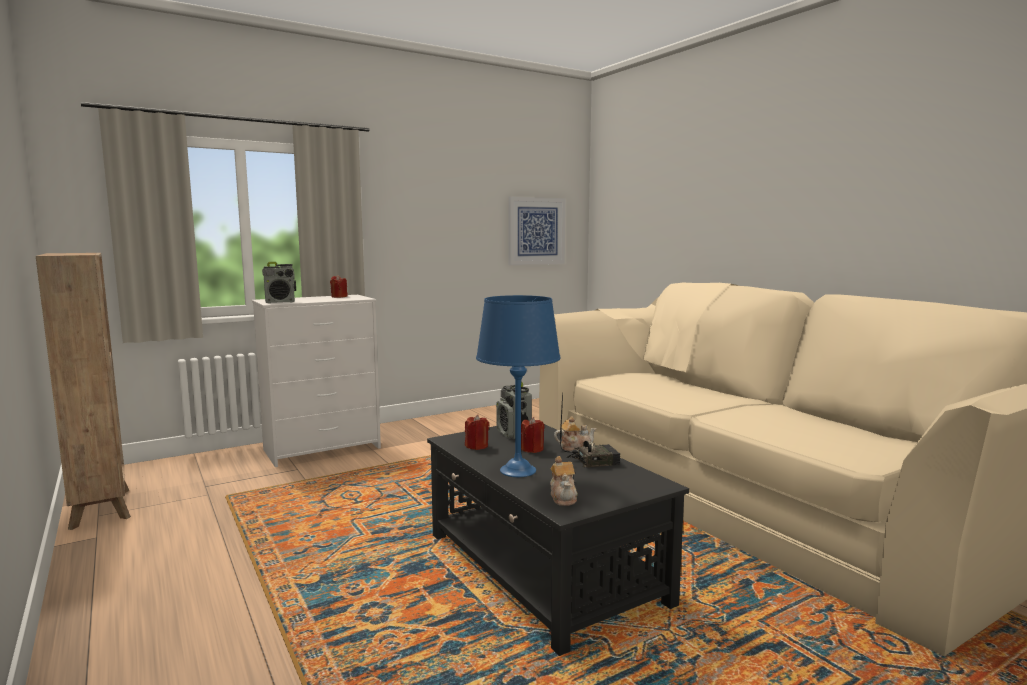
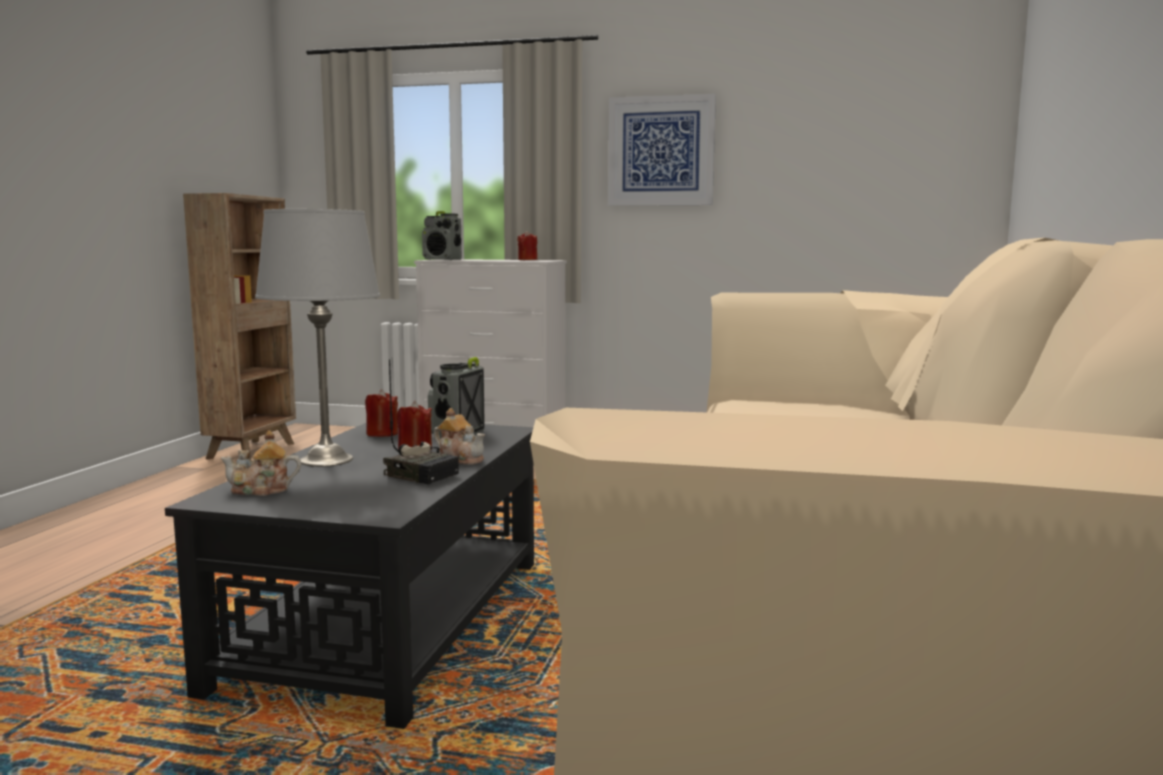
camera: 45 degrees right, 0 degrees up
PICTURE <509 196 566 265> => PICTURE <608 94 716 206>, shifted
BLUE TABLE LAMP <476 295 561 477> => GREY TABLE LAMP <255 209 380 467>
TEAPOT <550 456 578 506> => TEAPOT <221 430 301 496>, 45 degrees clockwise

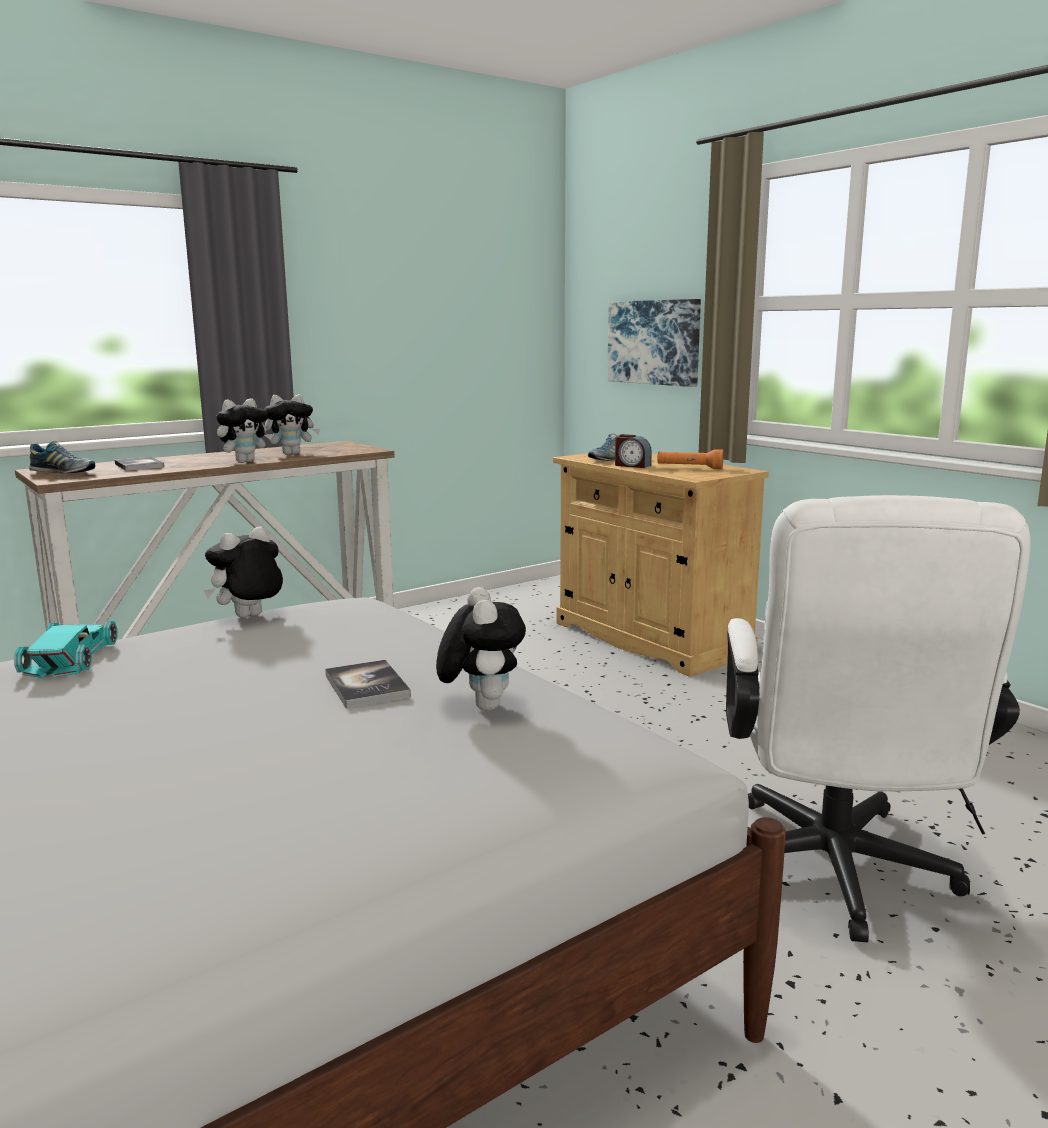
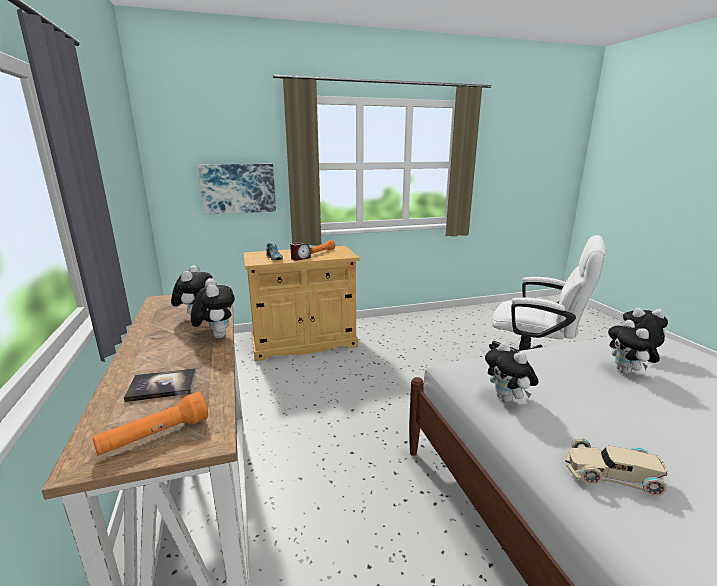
camera: 70 degrees left, 5 degrees up
SHOE <29 441 96 473> => ORANGE FLASHLIGHT <92 392 208 456>
BOOK <325 660 411 708> => PLUSH TOY <608 320 660 374>
TURQUOISE TOY CAR <14 621 117 678> => BEIGE TOY CAR <565 438 668 496>

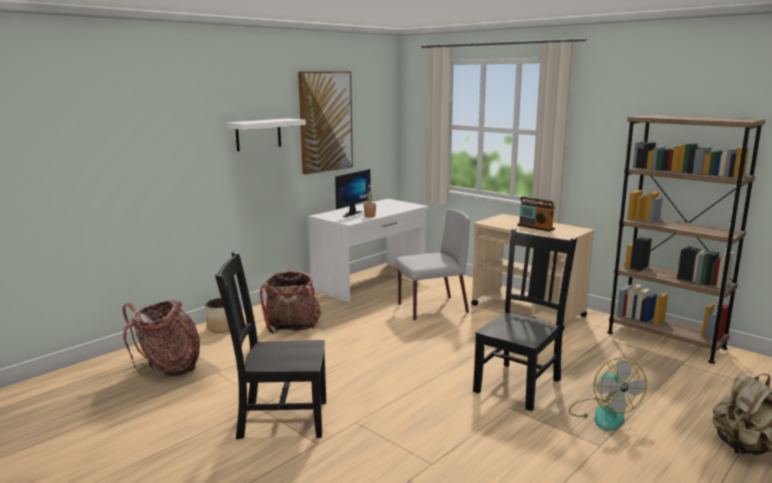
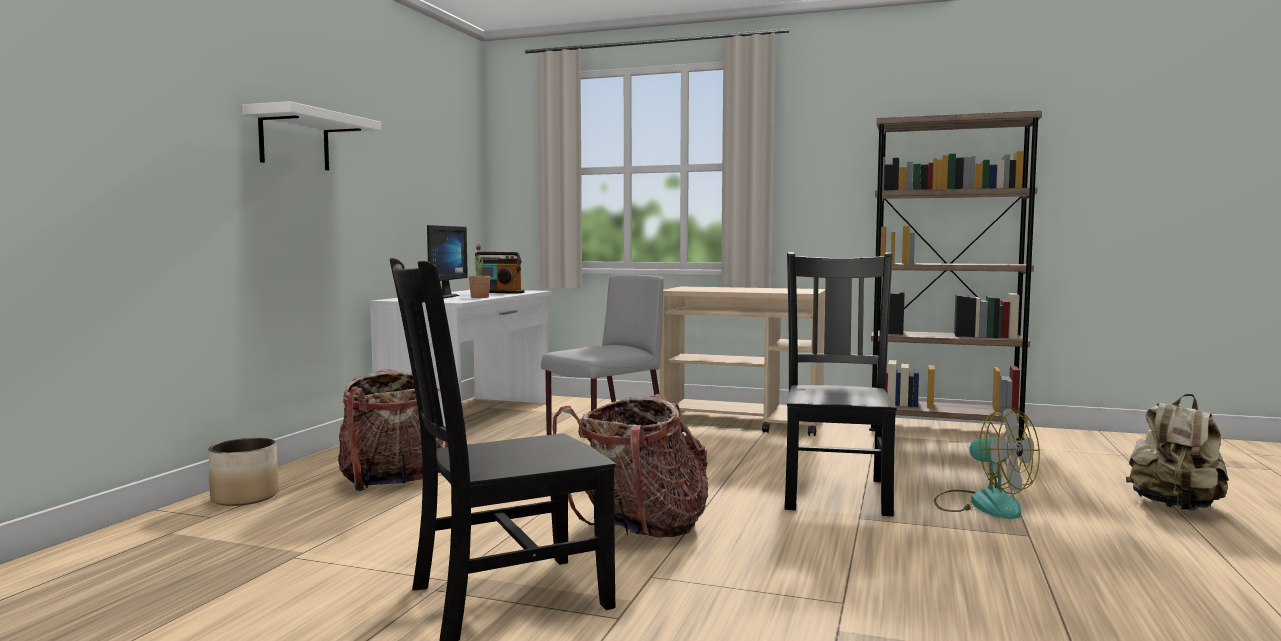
camera: 25 degrees left, 10 degrees down
PICTURE <298 72 353 175> => nothing
BACKPACK <122 299 200 376> => BACKPACK <553 394 708 538>, shifted
RADIO <517 196 555 232> => RADIO <475 252 525 294>, shifted

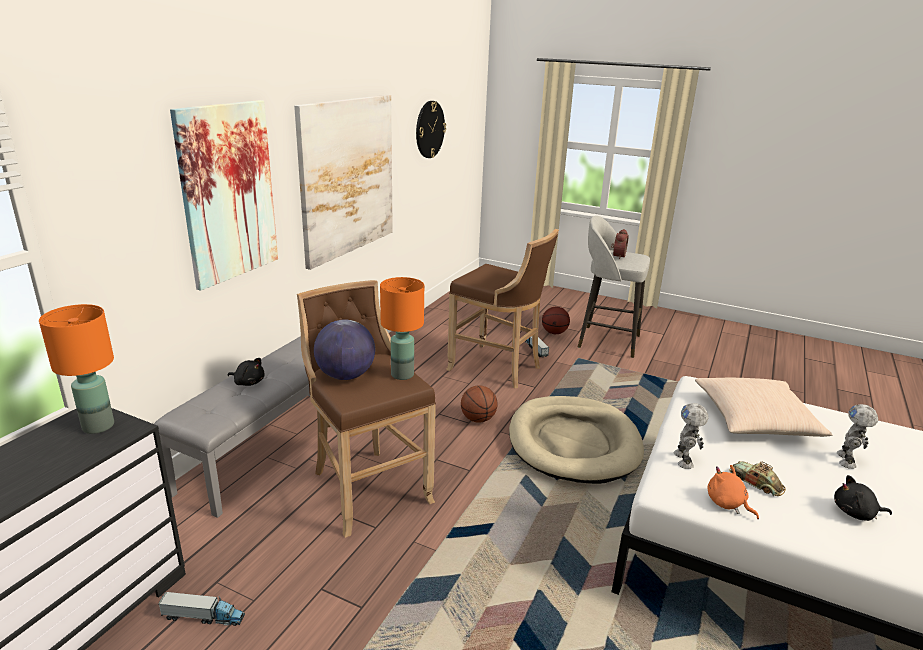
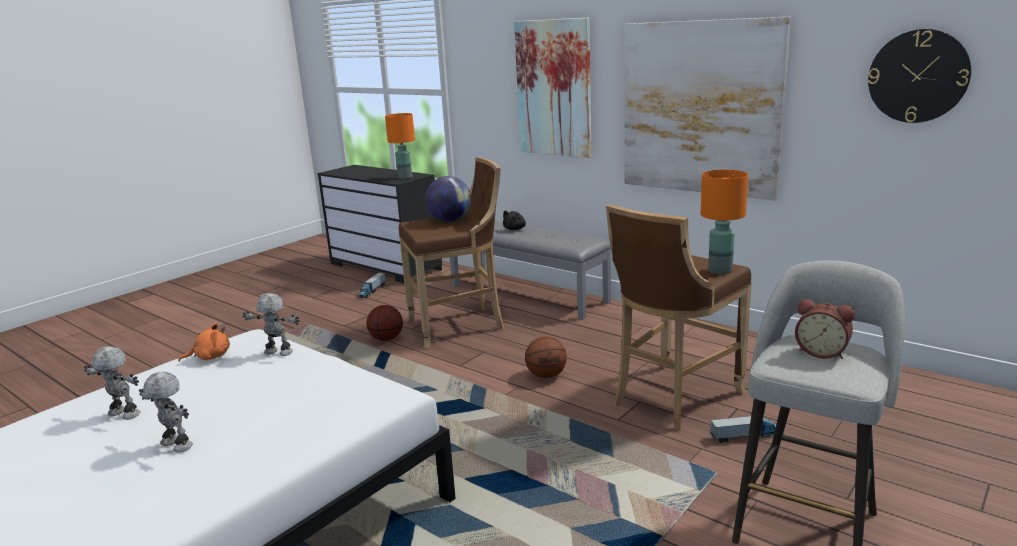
camera: 105 degrees right, 5 degrees down
BEIGE DOG BED <509 396 644 484> => nothing
BEIGE PILLOW <695 378 832 437> => nothing
TOY CAR <730 461 786 496> => nothing
ORANGE TABLE LAMP <380 277 424 380> => ORANGE TABLE LAMP <701 170 748 275>, shifted
BASKETBALL <542 307 570 334> => BASKETBALL <367 305 403 341>, shifted
BLACK PLUSH TOY <834 475 892 521> => TOY ROBOT <84 346 141 420>

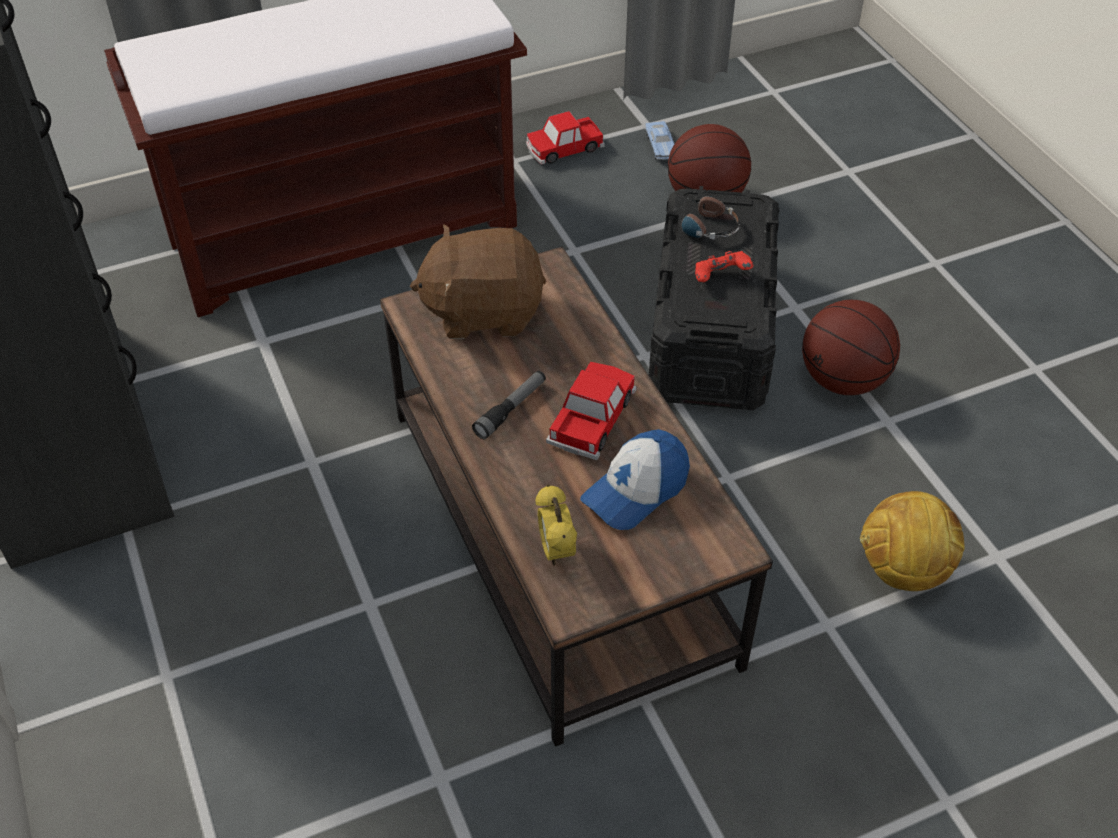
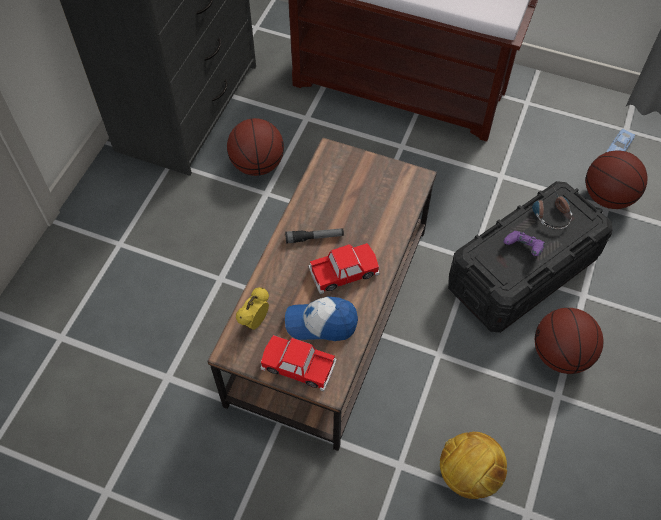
camera: 45 degrees right, 10 degrees up
BROWN PLUSH TOY <410 224 546 339> => nothing
nothing => BASKETBALL <227 118 284 176>
TOY CAR <526 111 605 165> => TOY CAR <261 335 337 392>, shifted
RED GAME CONTROLLER <695 251 754 282> => PURPLE GAME CONTROLLER <503 231 545 256>

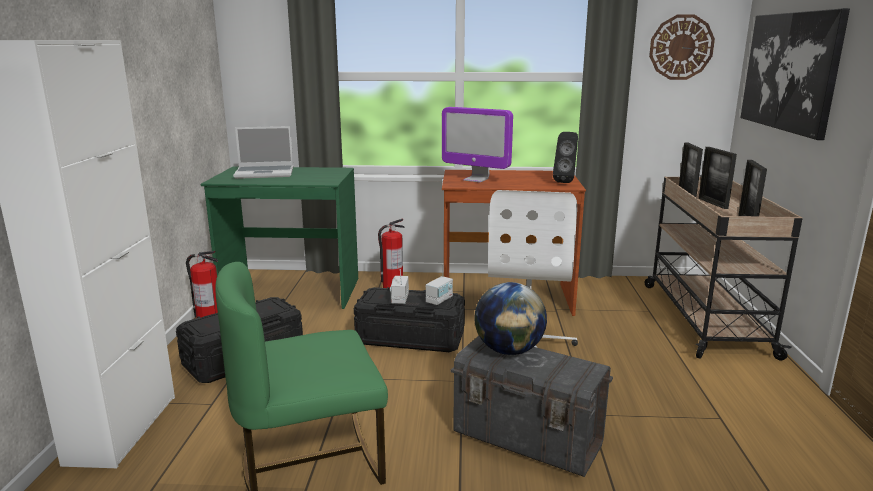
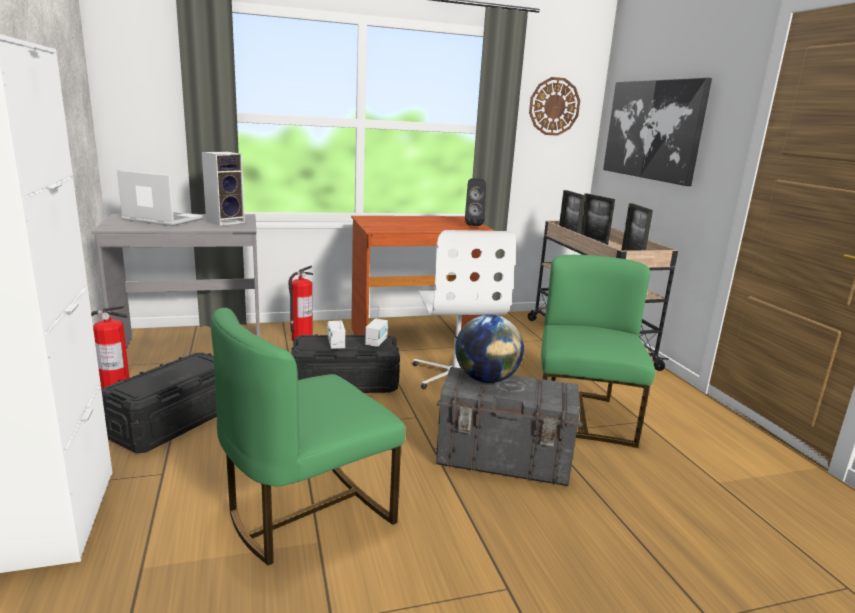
camera: 20 degrees left, 0 degrees up
MONITOR <442 107 513 182> => nothing
nothing => SPEAKER <202 152 245 226>
nothing => GREEN CHAIR <541 255 655 448>
GREEN DESK <200 167 358 309> => GREY DESK <91 213 260 348>
LAPTOP <233 126 294 179> => LAPTOP <117 170 203 226>, 135 degrees counterclockwise

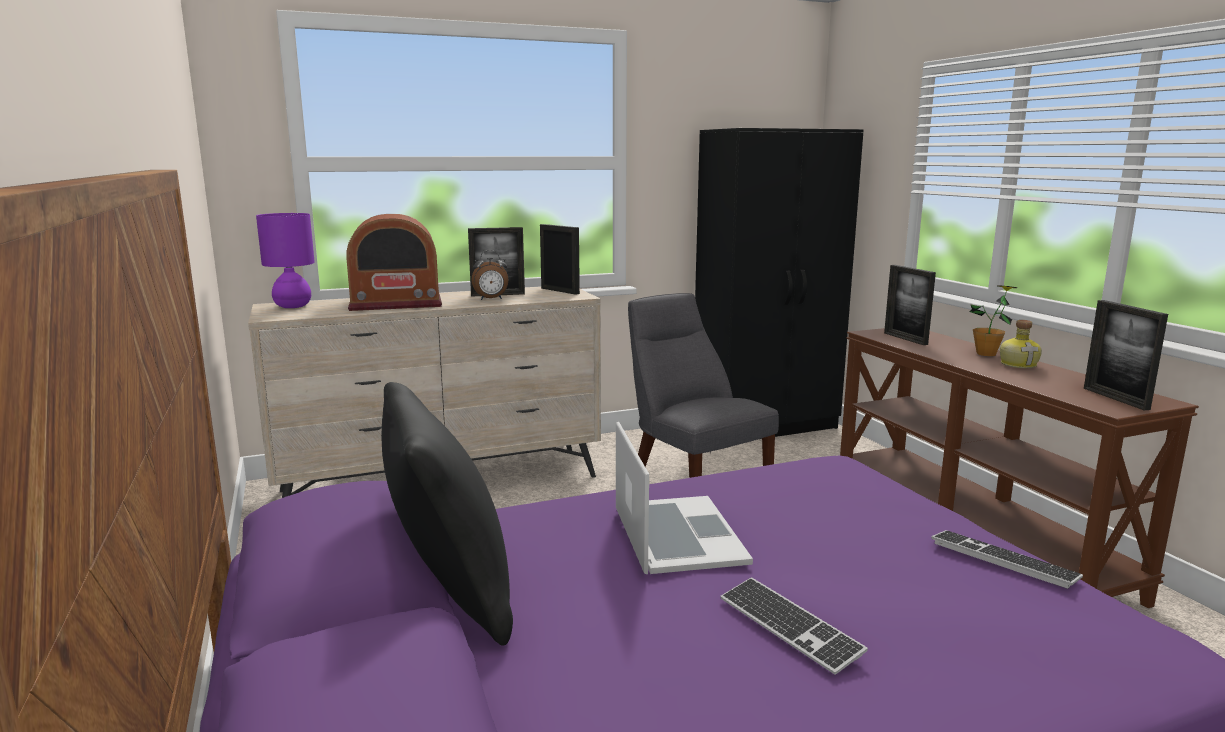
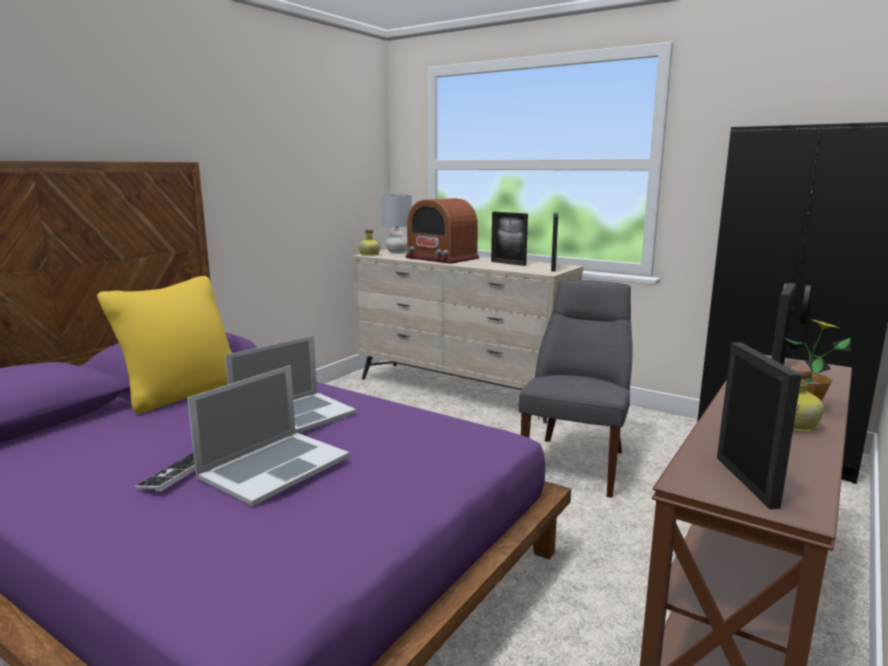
camera: 55 degrees right, 0 degrees up
ALARM CLOCK <472 250 508 300> => nothing
KEYBOARD <931 530 1083 589> => nothing
nothing => LAPTOP <187 365 350 506>
nothing => BOTTLE <359 229 380 256>
PURPLE TABLE LAMP <256 213 315 308> => GREY TABLE LAMP <381 194 412 253>
BLACK PILLOW <381 382 513 646> => YELLOW PILLOW <97 276 232 414>
PICTURE FRAME <1084 300 1168 410> => PICTURE FRAME <717 342 802 509>, 135 degrees clockwise

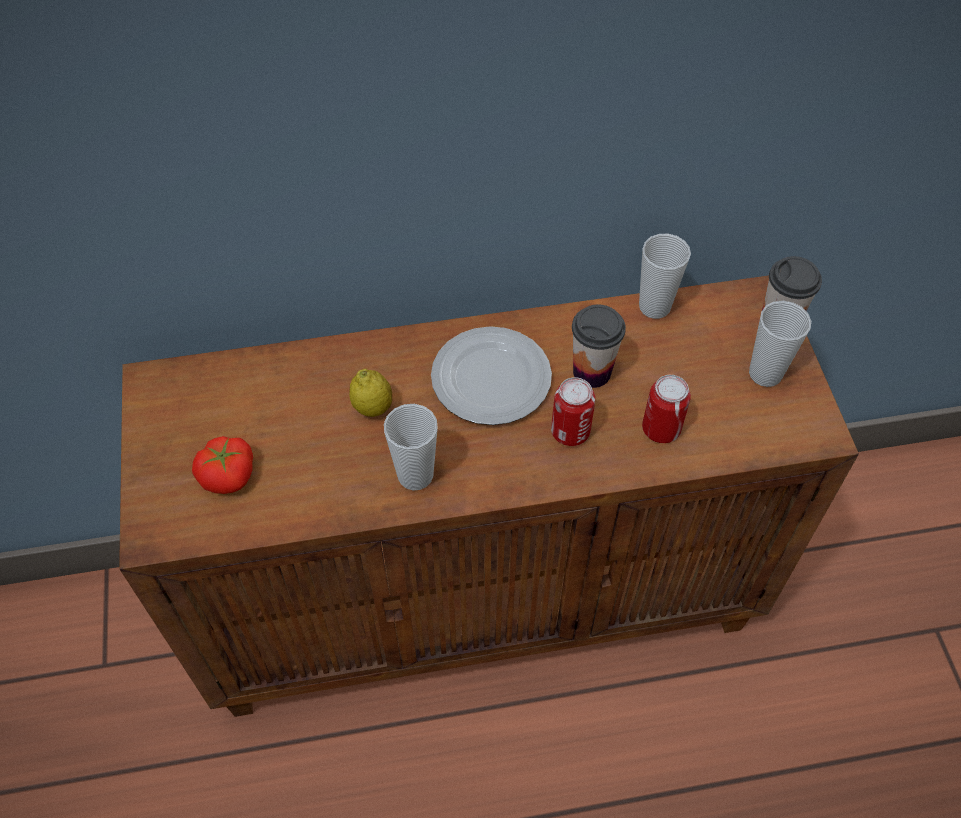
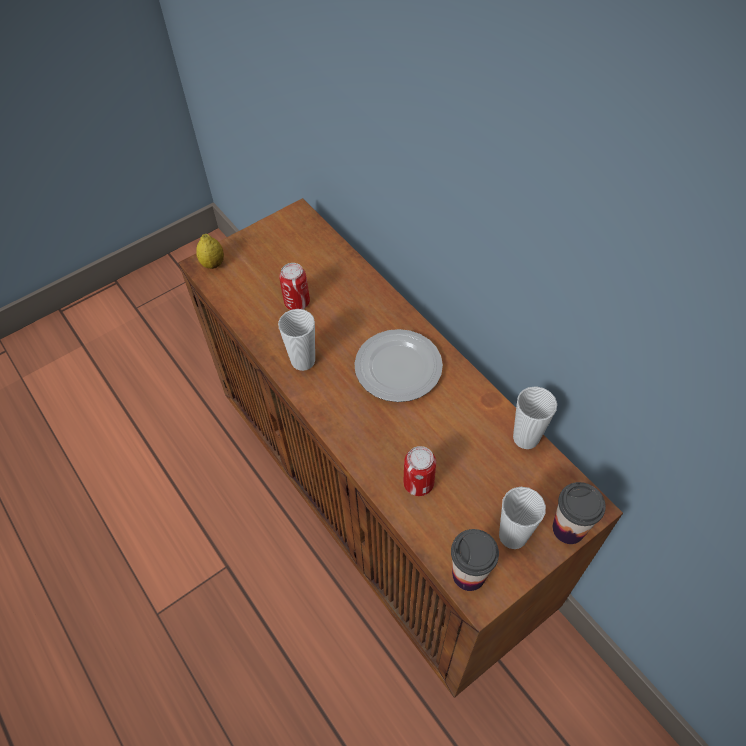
camera: 65 degrees right, 0 degrees up
TOMATO <192 436 253 494> => nothing
LEMON <349 369 392 417> => LEMON <196 234 224 269>, shifted
CAN <551 377 595 446> => CAN <279 263 310 310>, shifted
CUP <572 304 626 388> => CUP <451 529 499 591>, shifted

